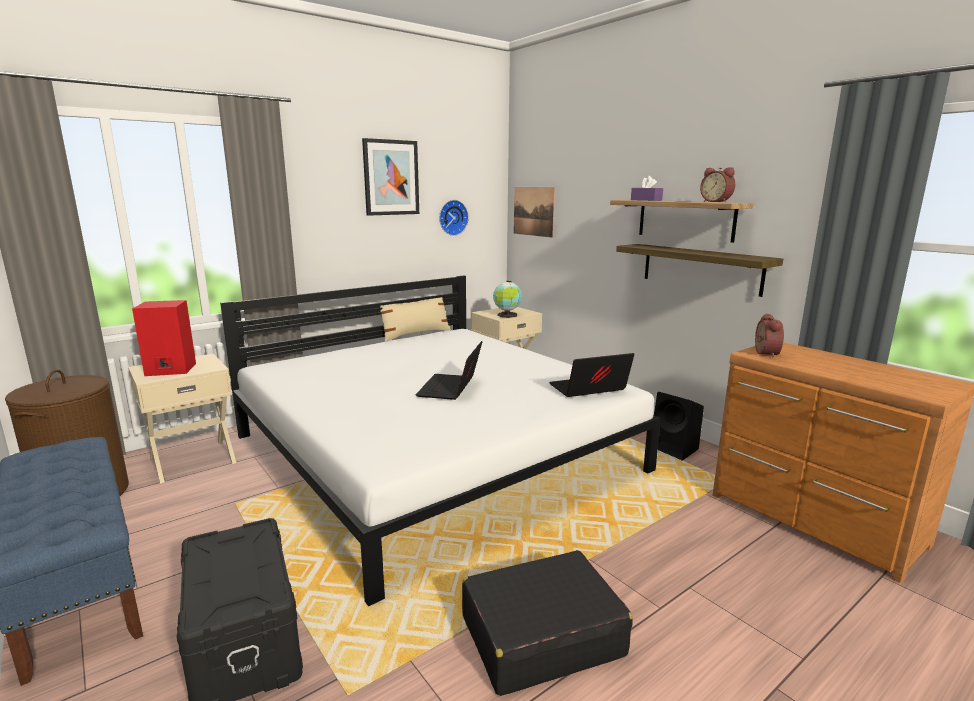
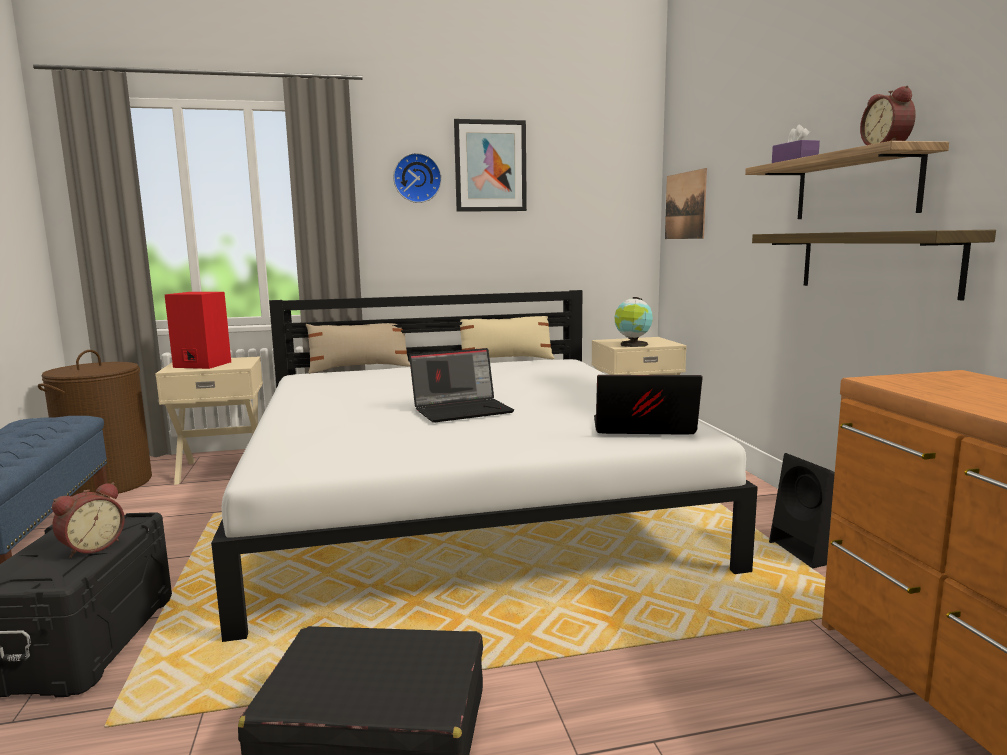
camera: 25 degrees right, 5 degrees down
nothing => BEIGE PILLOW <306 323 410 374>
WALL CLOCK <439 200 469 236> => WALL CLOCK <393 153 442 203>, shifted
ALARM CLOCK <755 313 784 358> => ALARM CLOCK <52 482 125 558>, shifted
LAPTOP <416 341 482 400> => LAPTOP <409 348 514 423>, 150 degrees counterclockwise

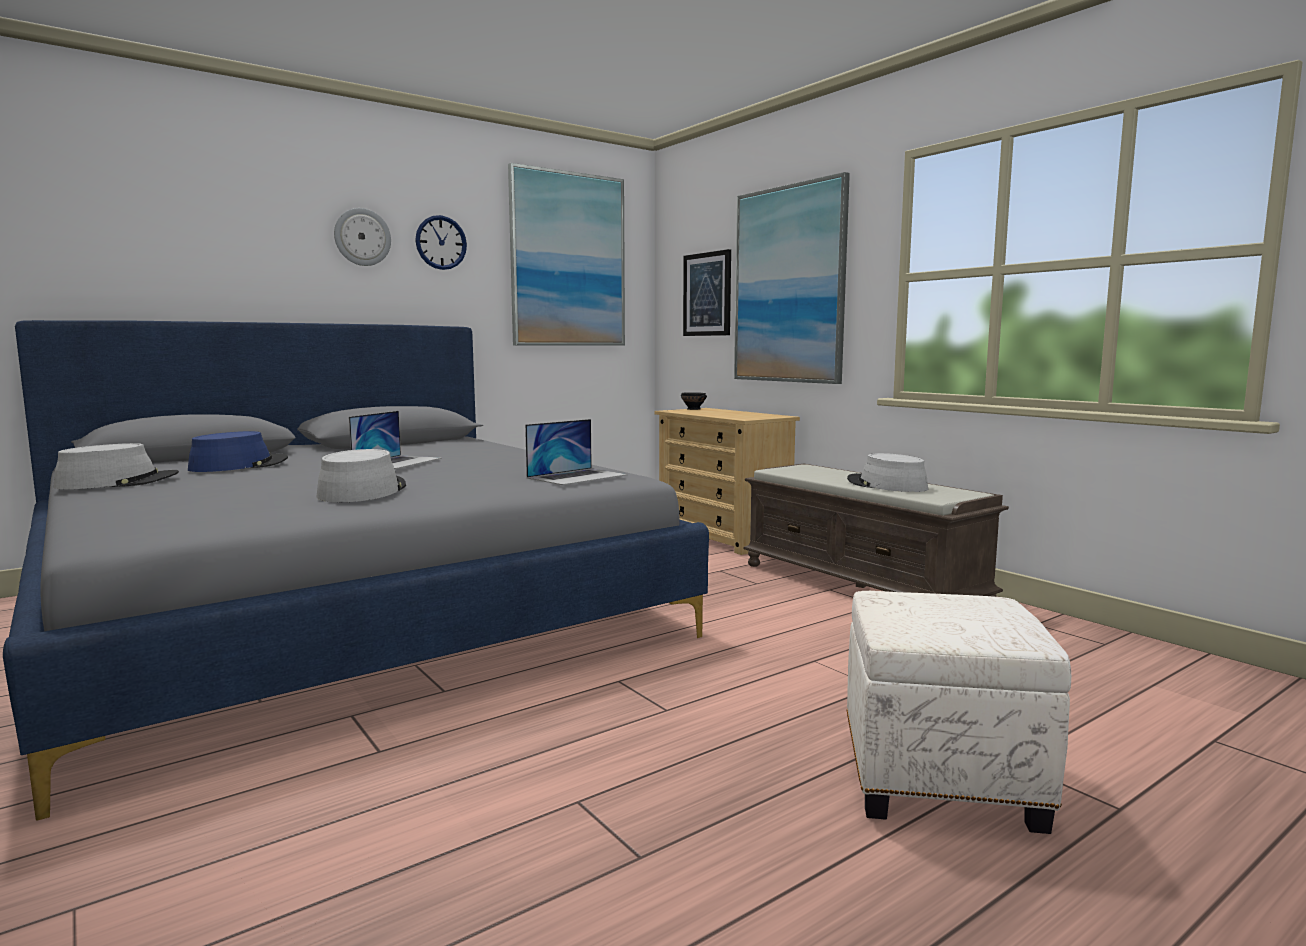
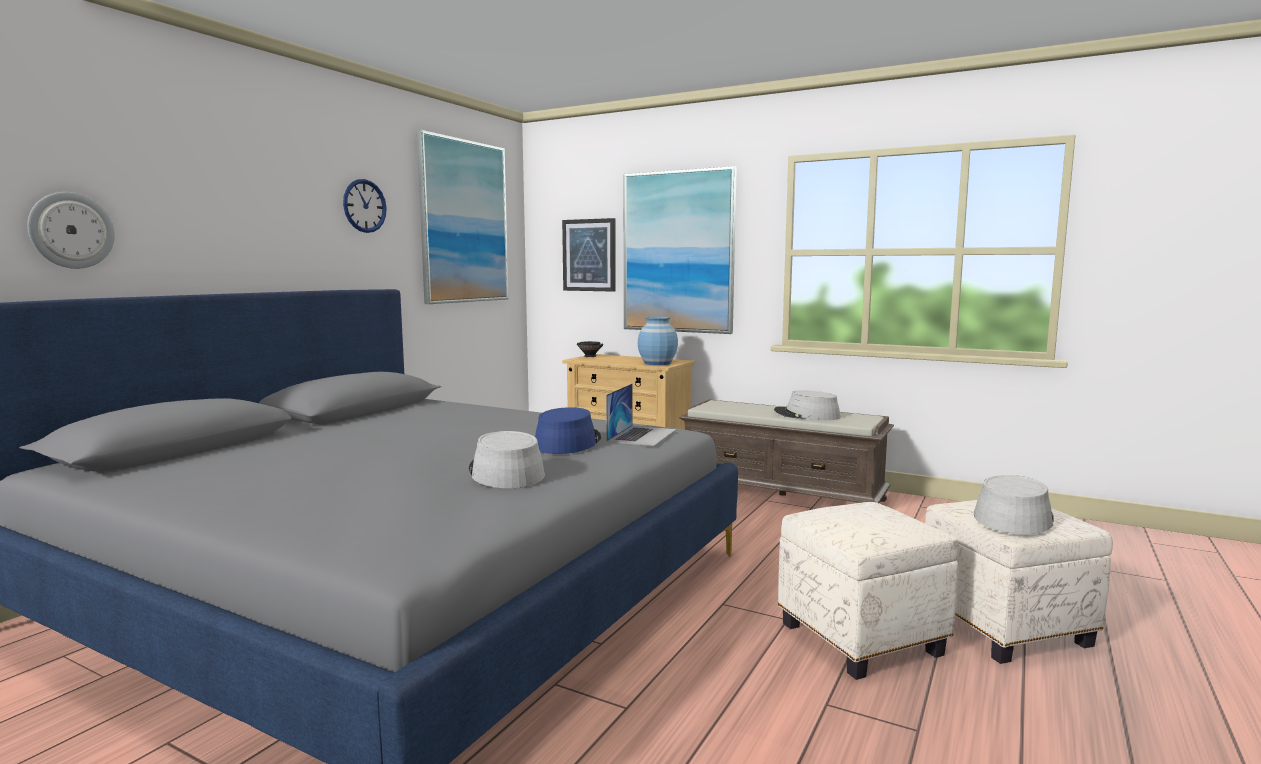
camera: 25 degrees left, 0 degrees up
LAPTOP <349 411 442 469> => nothing
nothing => BLUE VASE <638 317 678 365>
nothing => WHITE OTTOMAN <778 502 959 680>
GREY HAT <54 443 179 489> => GREY HAT <974 475 1054 534>, shifted
BLUE HAT <188 431 288 472> => BLUE HAT <535 407 601 454>, shifted
WALL CLOCK <334 208 391 266> => WALL CLOCK <27 192 115 269>, shifted

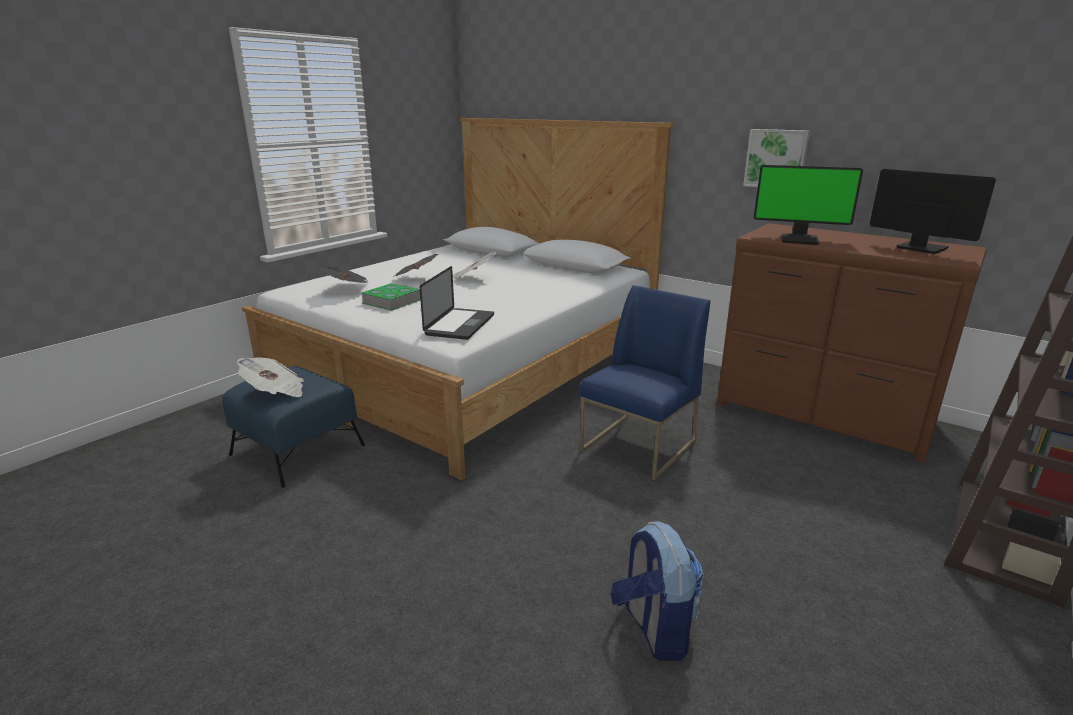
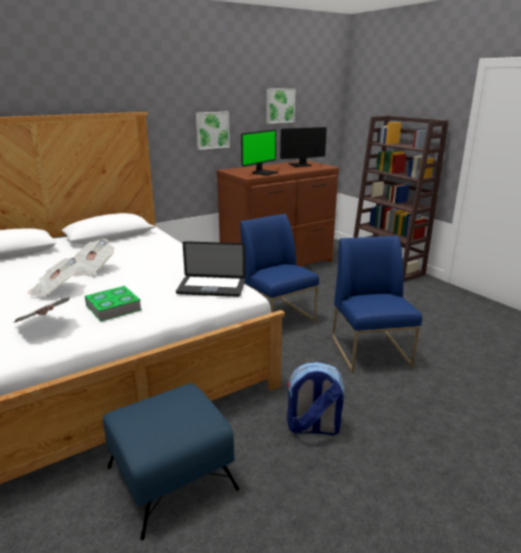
camera: 70 degrees left, 0 degrees up
NEWSPAPER <237 357 303 397> => nothing
nothing => PICTURE <267 88 295 124>
nothing => BLUE CHAIR <332 236 422 373>
BACKPACK <611 521 704 661> => BACKPACK <287 362 344 435>, shifted
LAPTOP <420 266 494 340> => LAPTOP <176 241 245 297>, 150 degrees clockwise

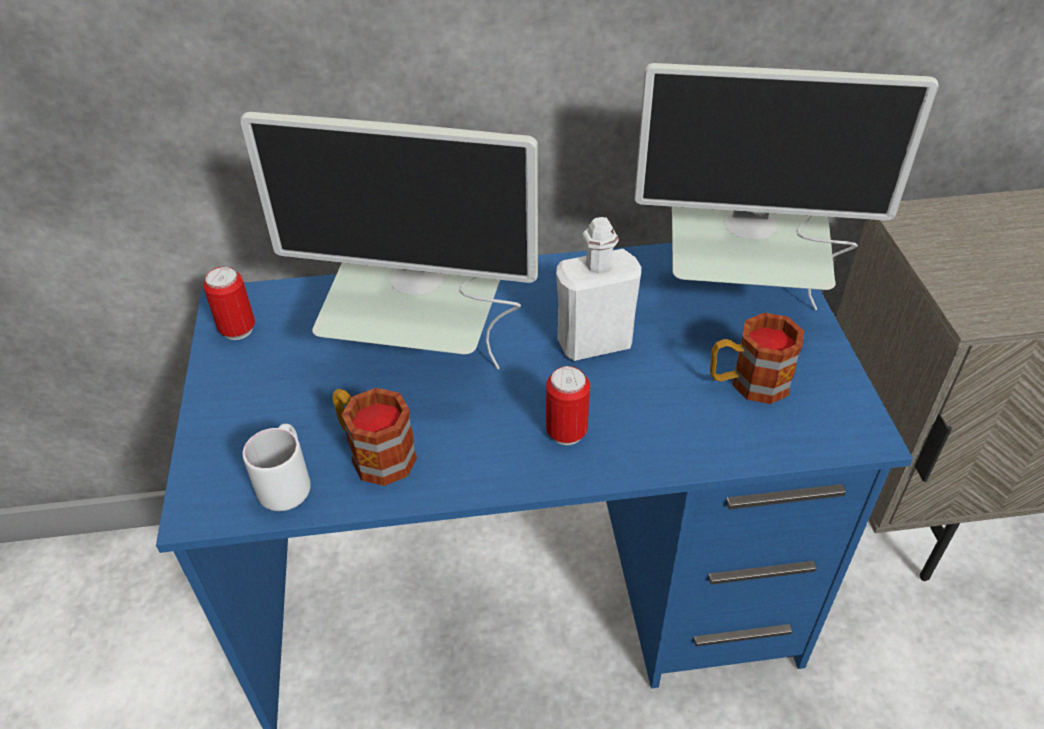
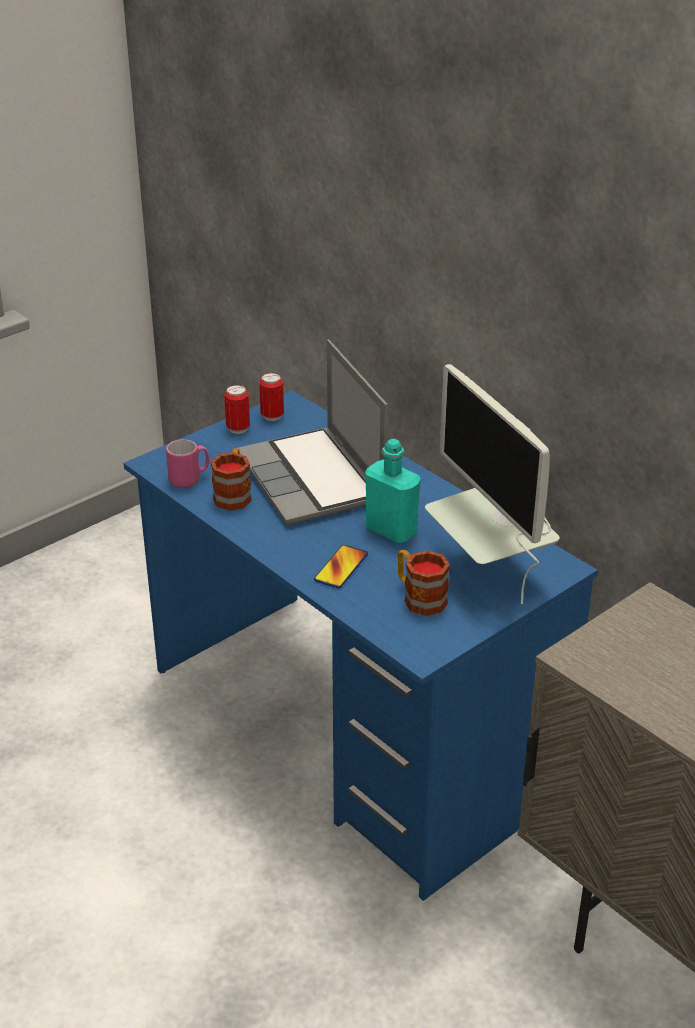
camera: 55 degrees right, 10 degrees down
nothing => PHONE <314 545 368 588>
CAN <546 366 590 445> => CAN <224 385 250 434>, shifted
MONITOR <240 112 538 370> => LAPTOP <238 340 388 525>
WHITE MUG <243 424 311 511> => PINK MUG <166 439 210 488>
WHITE BOTTLE <556 217 641 361> => TURQUOISE BOTTLE <365 439 421 544>

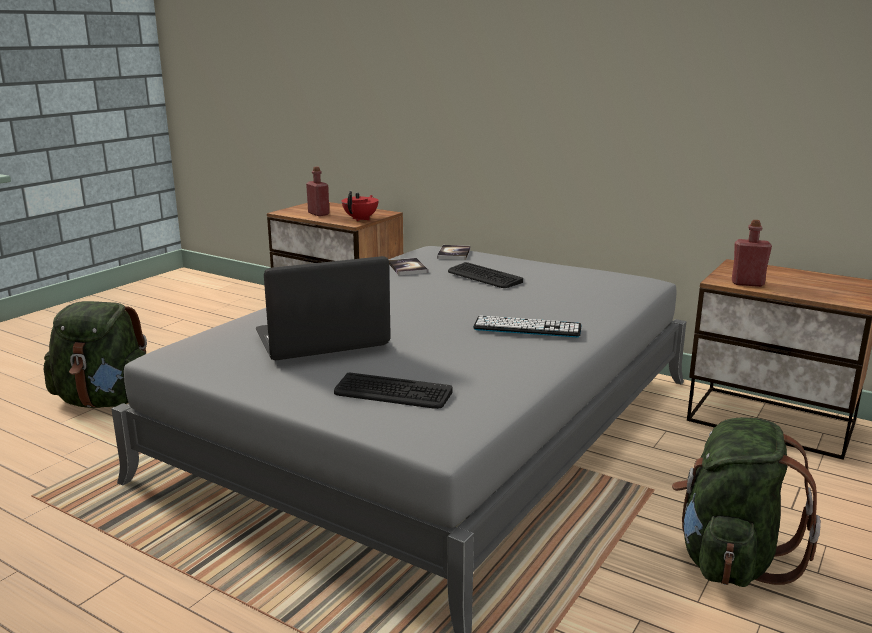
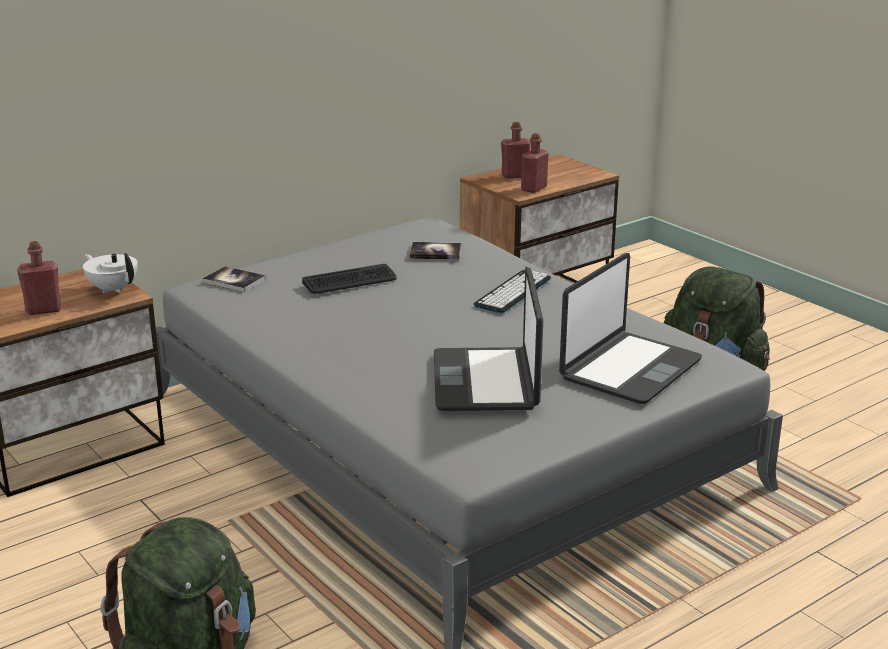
camera: 70 degrees left, 5 degrees up
nothing => RED BOTTLE <501 122 531 178>
BOOK <389 258 428 275> => BOOK <410 242 461 260>, shifted
KEYBOARD <334 373 452 409> => LAPTOP <559 253 702 404>
RED TEAPOT <342 191 378 221> => WHITE TEAPOT <83 253 138 294>

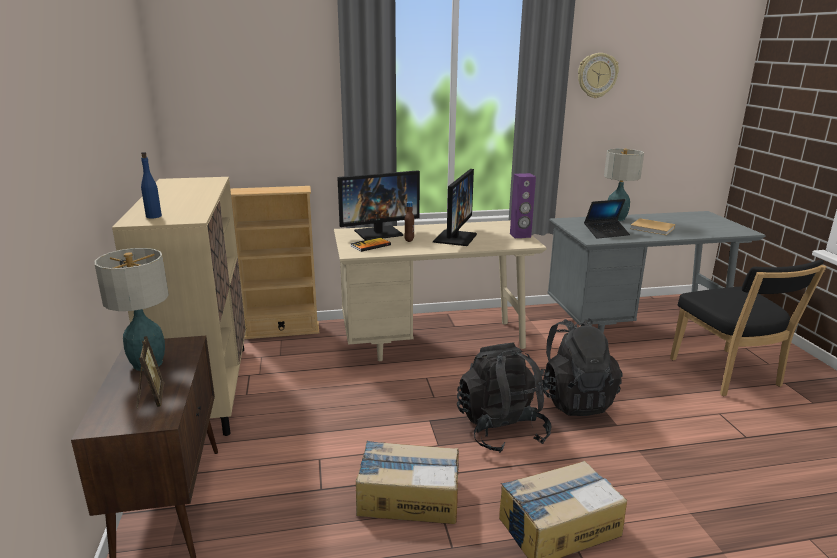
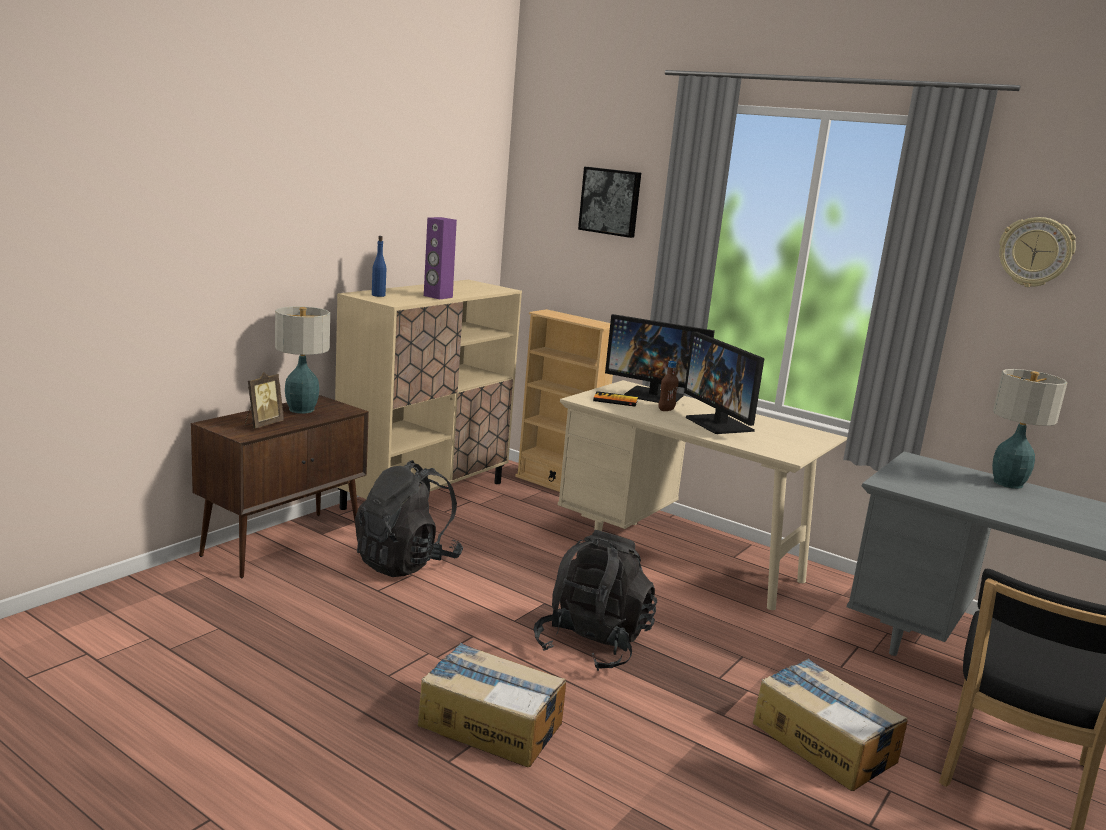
camera: 45 degrees right, 5 degrees down
LAPTOP <584 199 630 239> => nothing
BEIGE BOOK <630 218 675 235> => nothing
nothing => PICTURE <578 167 641 238>
CARDBOARD BOX <356 441 459 524> => CARDBOARD BOX <753 659 908 791>, shifted
PURPLE SPEAKER <510 173 536 238> => PURPLE SPEAKER <424 217 457 299>, shifted
BLACK BACKPACK <533 318 623 416> => BLACK BACKPACK <355 460 463 577>, shifted
MONITOR <433 169 477 246> => MONITOR <684 331 764 434>, 90 degrees clockwise

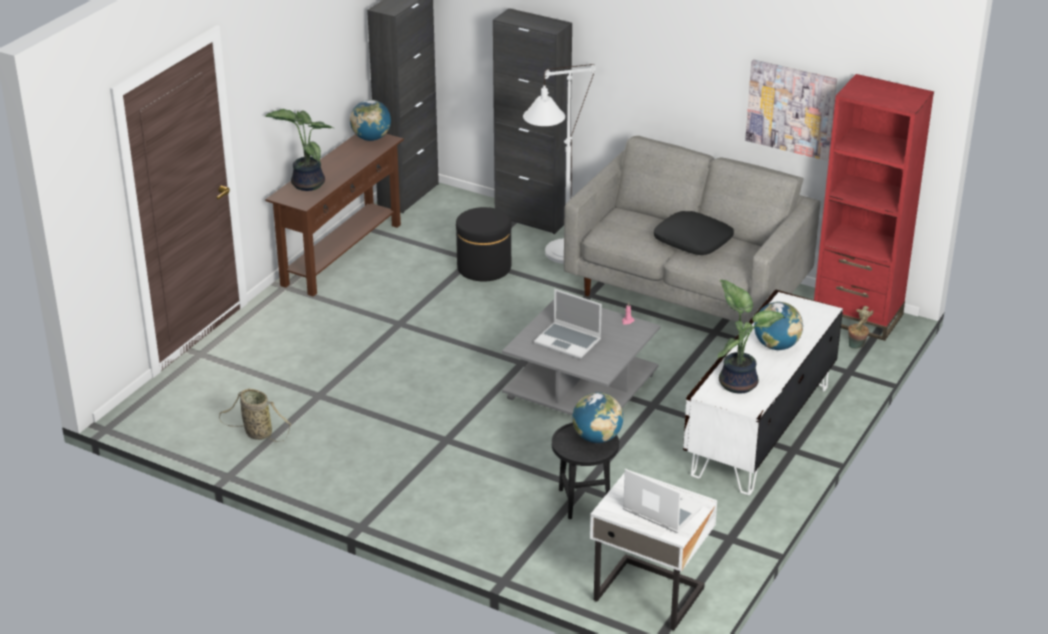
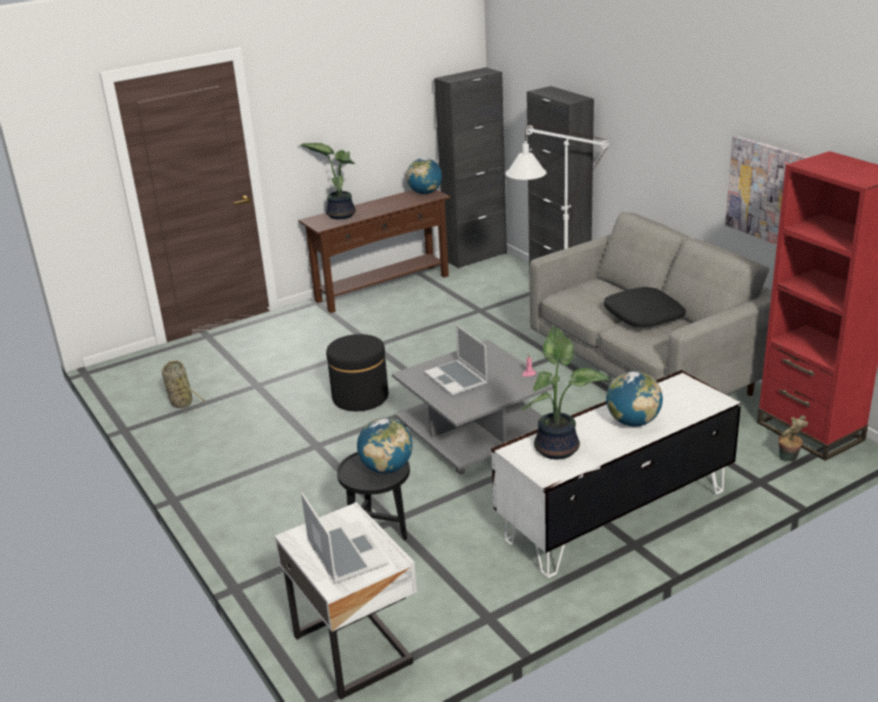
camera: 30 degrees right, 5 degrees down
BLACK OTTOMAN <456 207 512 281> => BLACK OTTOMAN <326 334 388 411>, shifted

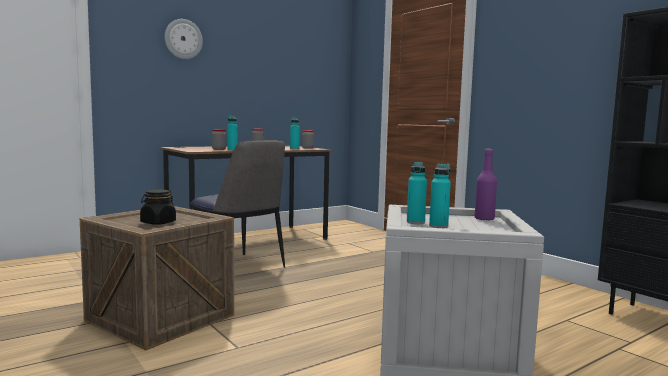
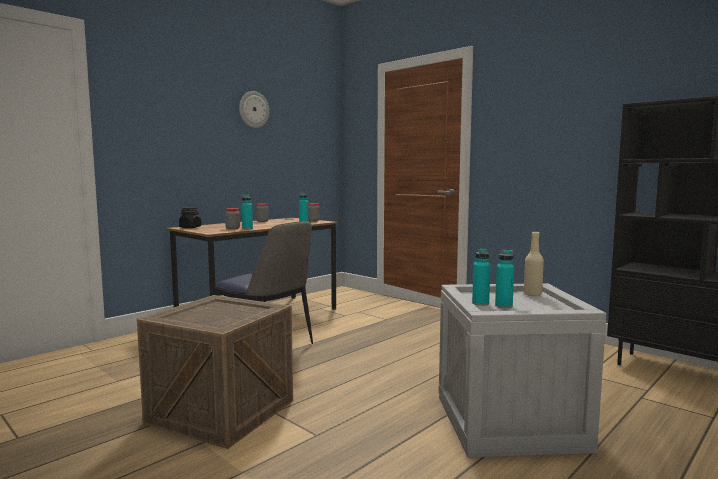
camera: 10 degrees left, 0 degrees up
BLACK JAR <140 189 176 225> => BLACK JAR <179 207 201 228>, shifted
WALL CLOCK <165 19 203 59> => WALL CLOCK <239 91 269 128>, shifted
PURPLE BOTTLE <474 149 497 221> => BEIGE BOTTLE <524 232 544 296>

